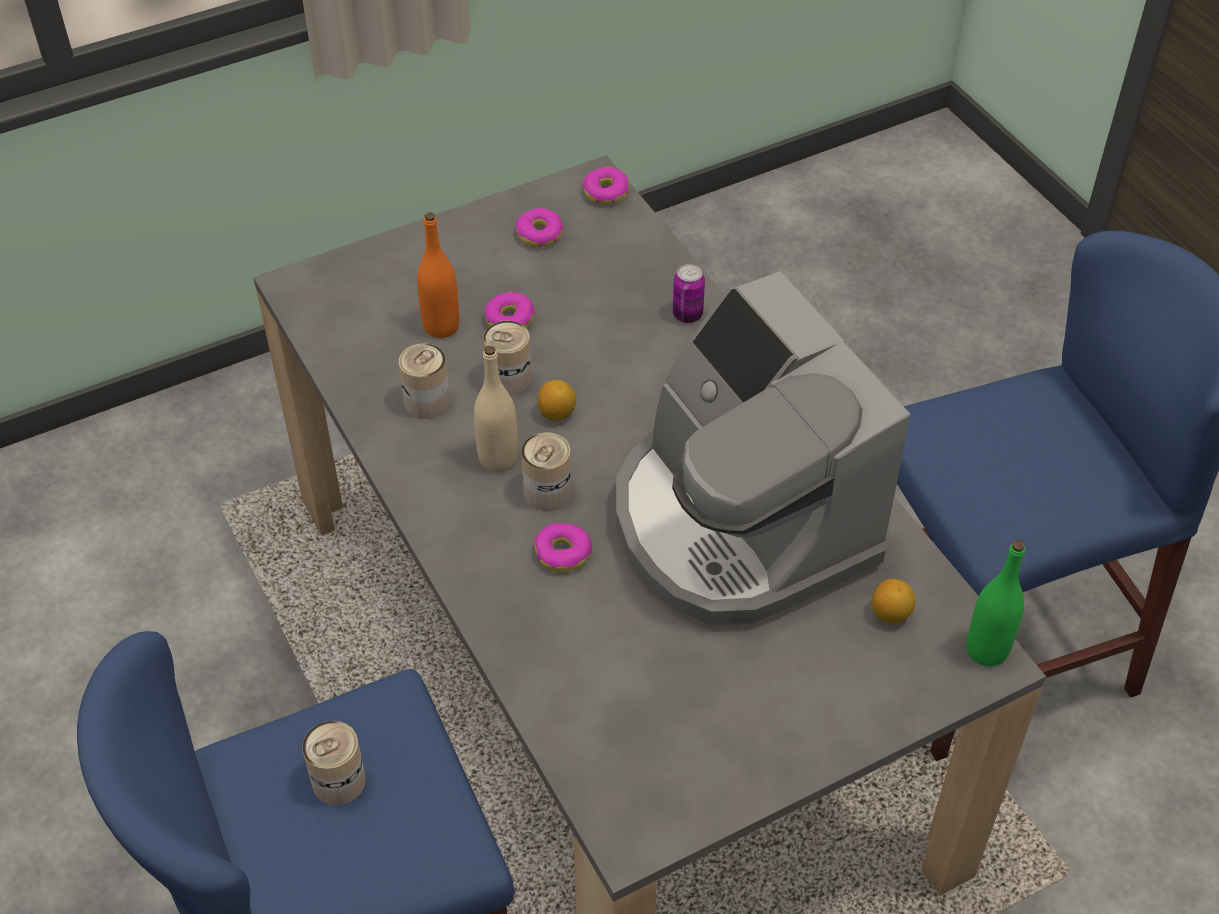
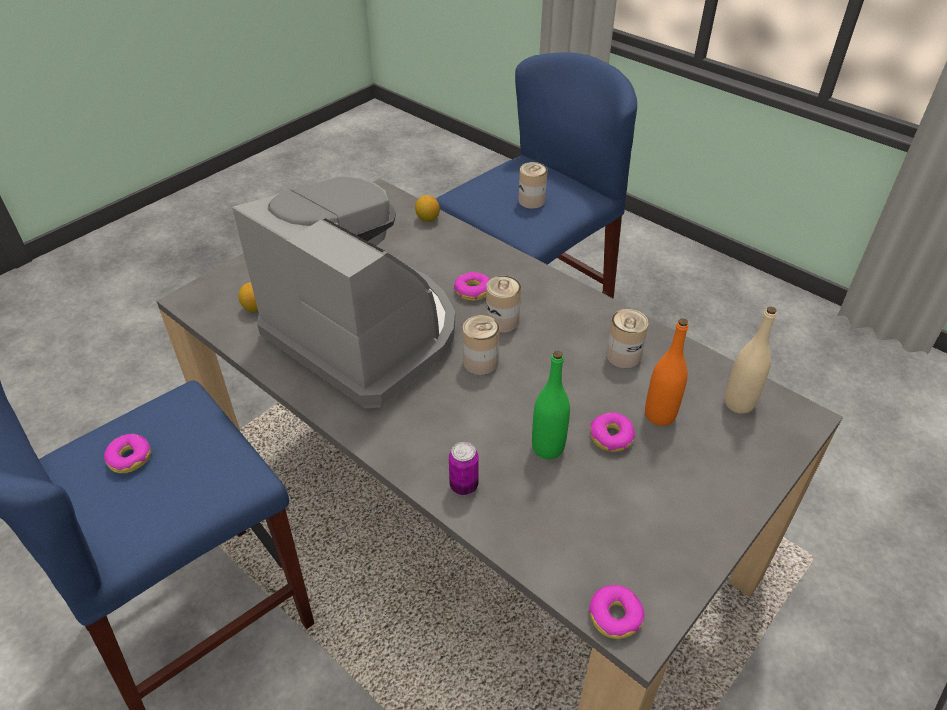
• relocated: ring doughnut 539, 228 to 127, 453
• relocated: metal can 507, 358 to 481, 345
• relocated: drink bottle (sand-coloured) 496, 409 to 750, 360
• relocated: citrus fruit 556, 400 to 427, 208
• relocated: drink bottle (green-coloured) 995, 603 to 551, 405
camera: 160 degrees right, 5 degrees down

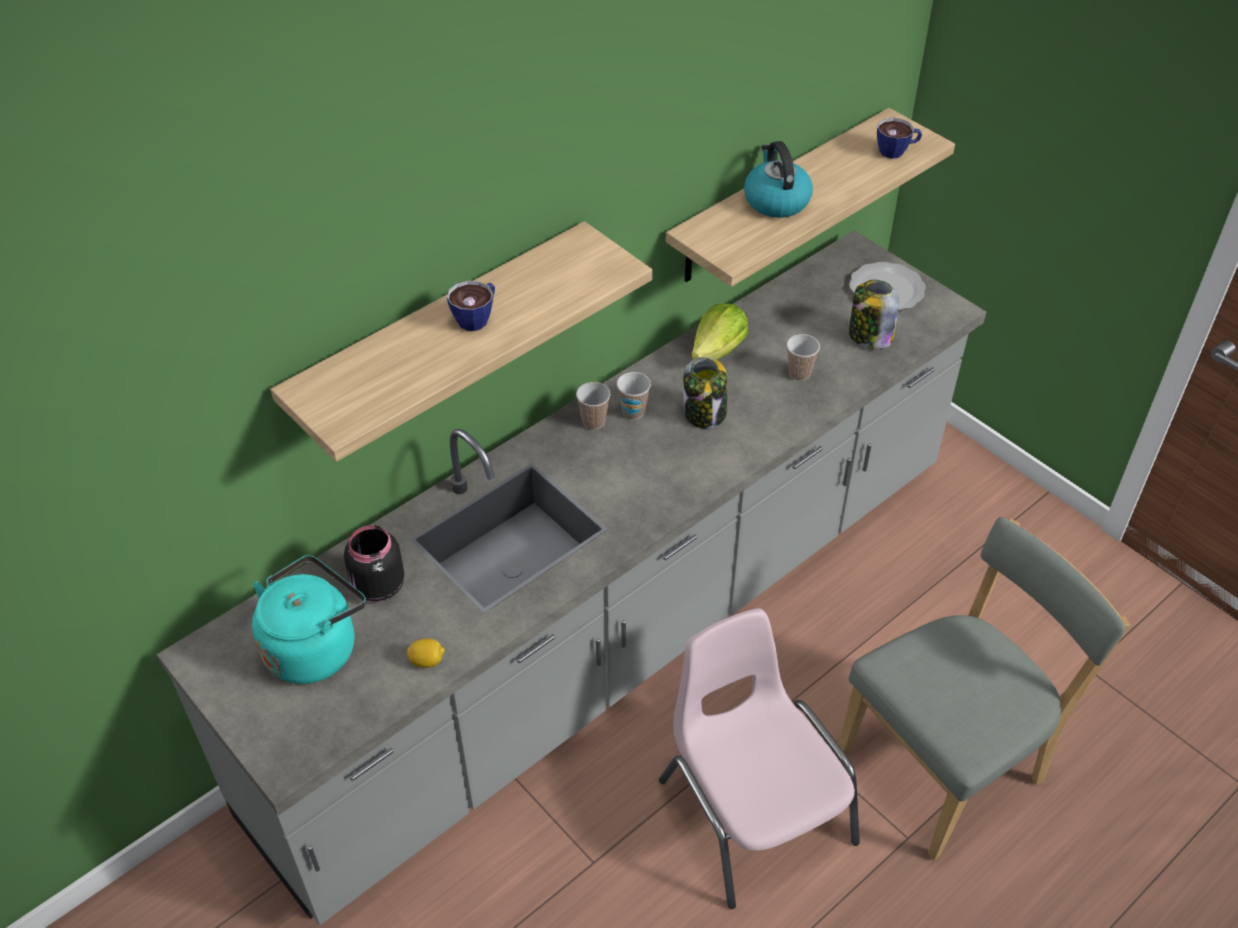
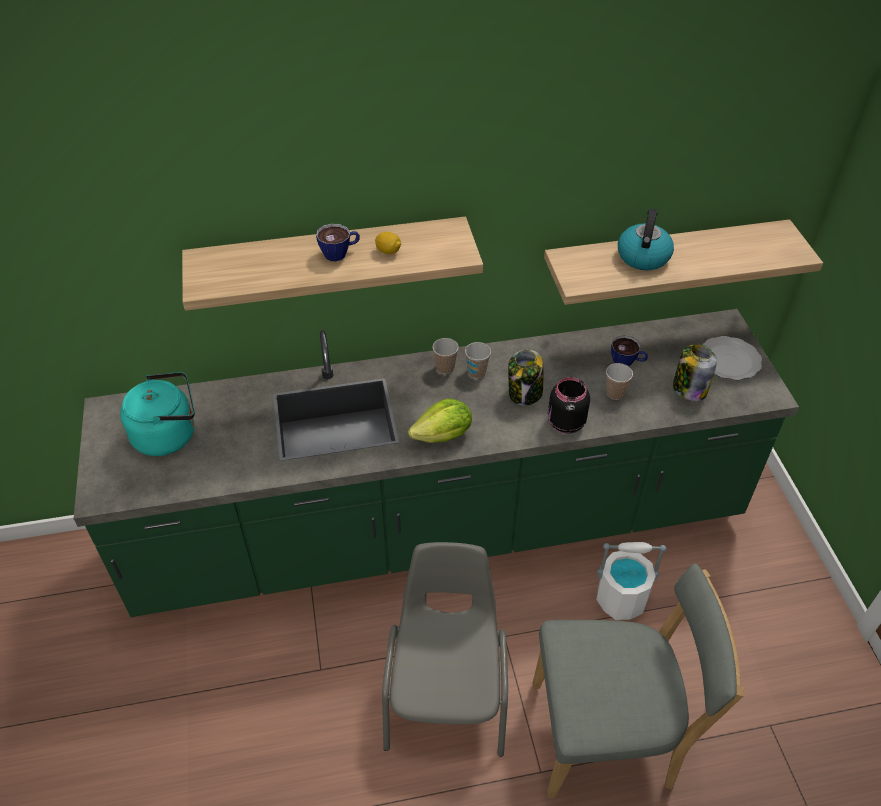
• relocated: drinking cup 899, 138 to 629, 350
• colour: kitchen base unit (grey) 571, 577 to kitchen base unit (green-coloured) 436, 463
• relocated: lettuce head 719, 331 to 440, 420
• relocated: storage jar (blackish) 374, 563 to 569, 405
• colour: chair (pink-coloured) 759, 758 to chair (grey) 445, 649
• relocated: citrus fruit 426, 653 to 388, 243
• appeared: water bucket (white-coloured) 631, 581
camera: 30 degrees right, 0 degrees up

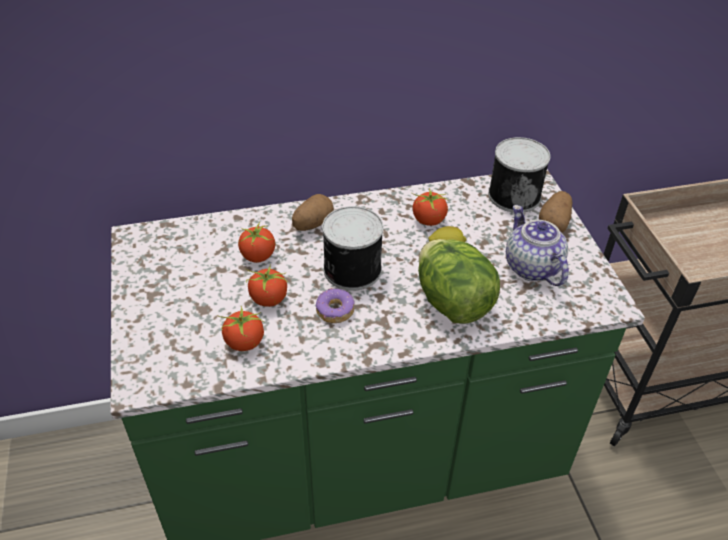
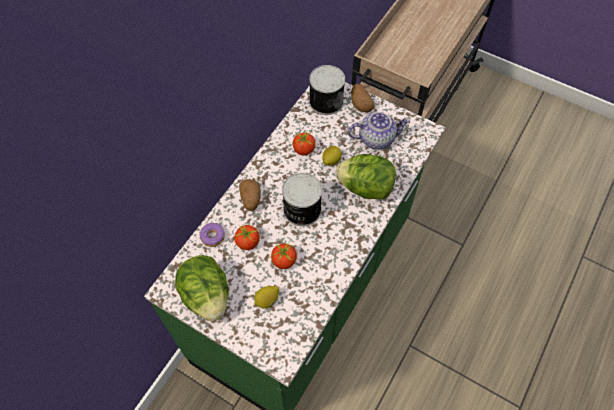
• spun: teapot 537, 245 = 379, 131 150 degrees clockwise
• relocated: ring doughnut 335, 305 to 212, 235
• missing: whole tomato 241, 328
• appeared: lettuce head 201, 288
• appeared: citrus fruit 266, 297
camera: 45 degrees left, 15 degrees up

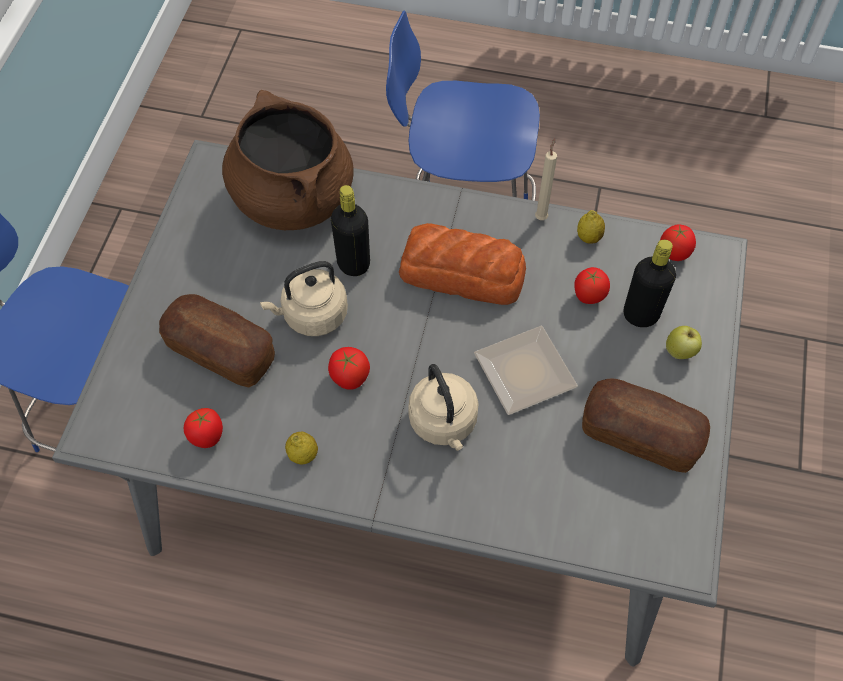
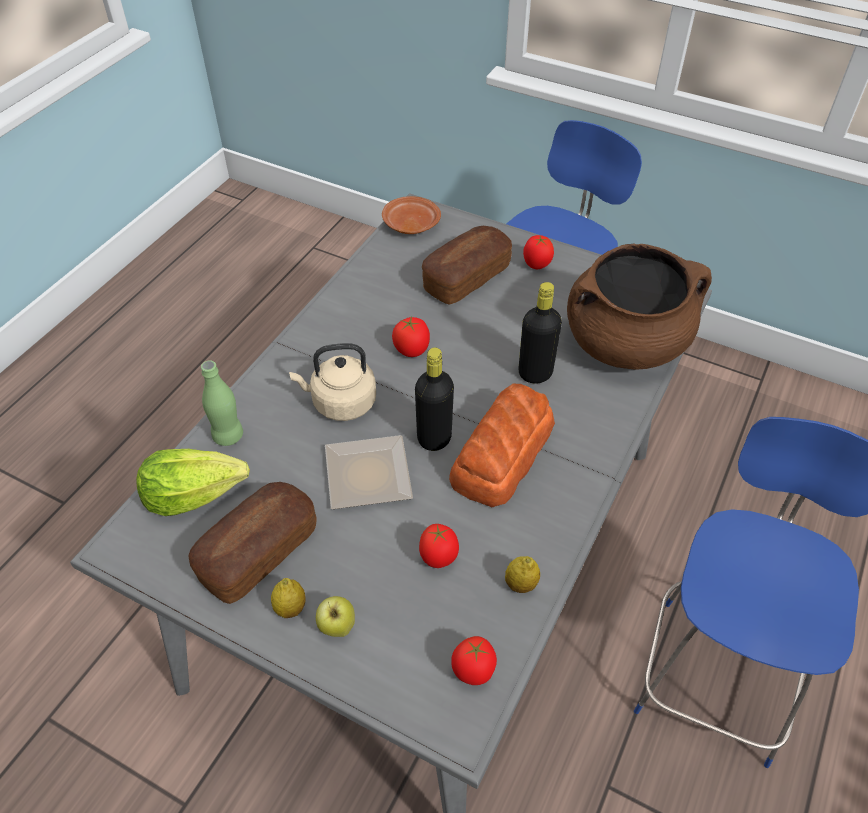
• missing: wax candle (sand-coloured) 546, 179
• relocated: drink bottle (blackish) 650, 283 to 434, 399
• missing: kettle (sand-coloured) 304, 298
• relocated: whole tomato 203, 428 to 538, 252
• relocated: citrus fruit 301, 448 to 288, 598
• appeared: dinner plate (brownish) 411, 215
• appeared: drink bottle (green-coloured) 222, 403
• appeared: lettuce head 193, 482
camera: 105 degrees right, 10 degrees down

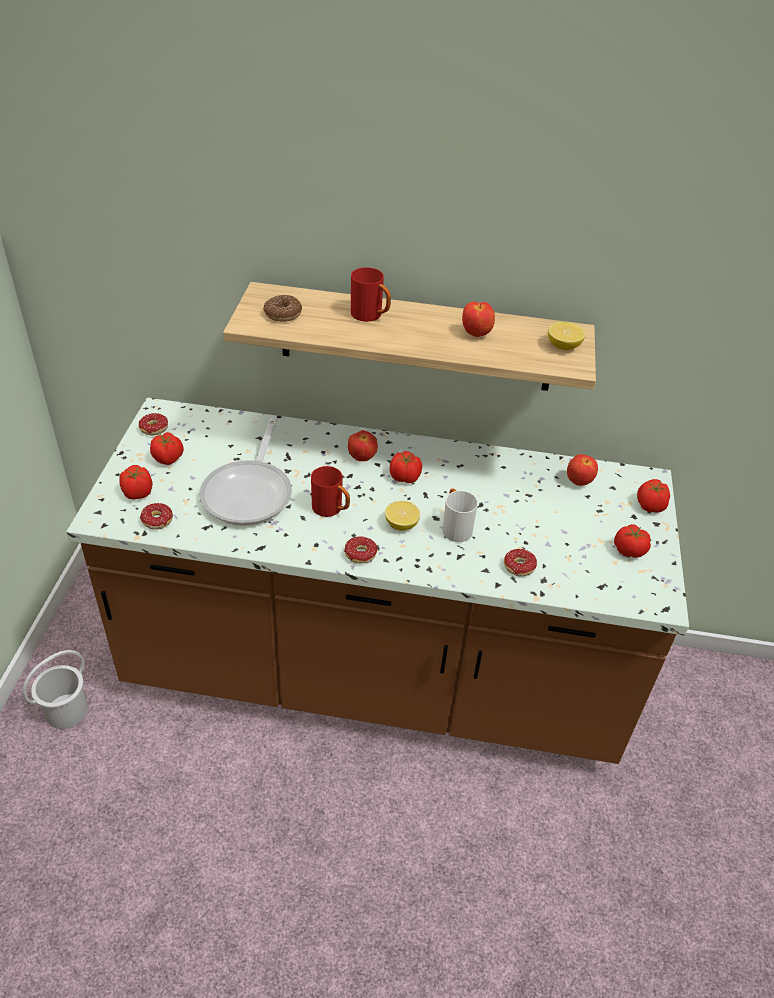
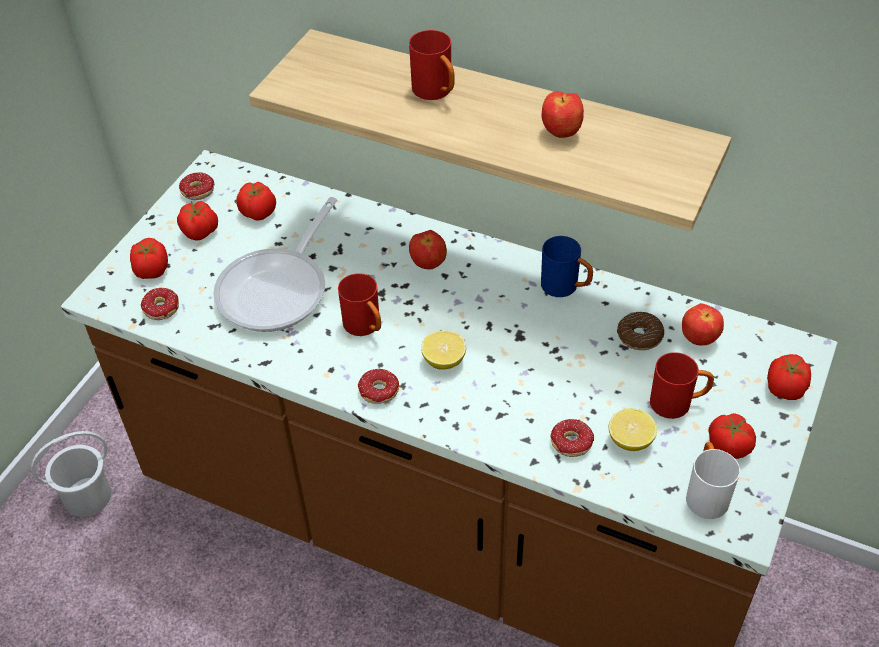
• relocated: ring doughnut 283, 308 to 640, 331
• relocated: citrus fruit 567, 336 to 633, 429
• relocated: whole tomato 406, 467 to 256, 201
• relocated: coffee mug (white-coloured) 460, 515 to 713, 480
• appeared: coffee mug (blue-coloured) 567, 266
• appeared: coffee mug (red) 682, 385
camera: 20 degrees right, 5 degrees up

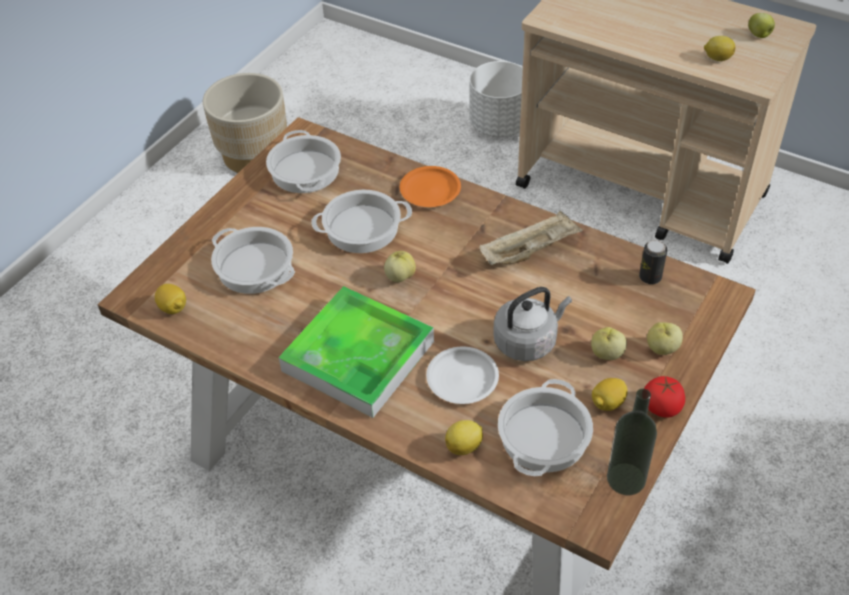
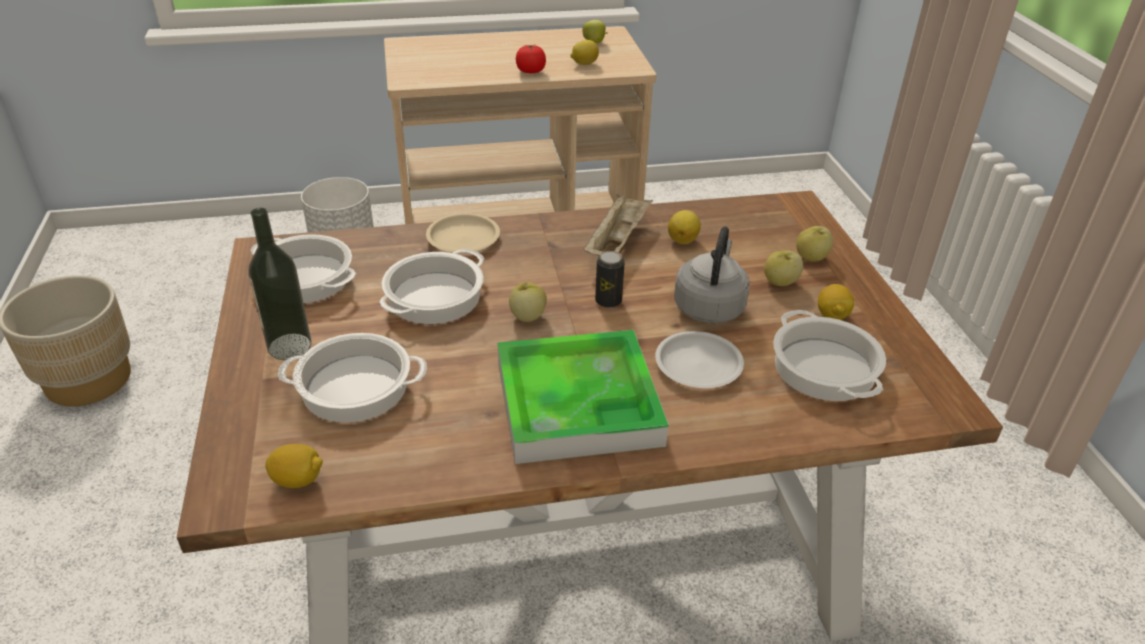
• colour: dinner plate (orange-coloured) 430, 186 to dinner plate (sand-coloured) 463, 233
• relocated: metal can 653, 262 to 610, 279
• relocated: whole tomato 664, 396 to 531, 59
• relocated: drink bottle 632, 442 to 279, 284
• relocated: citrus fruit 464, 437 to 684, 227
camera: 45 degrees left, 10 degrees down

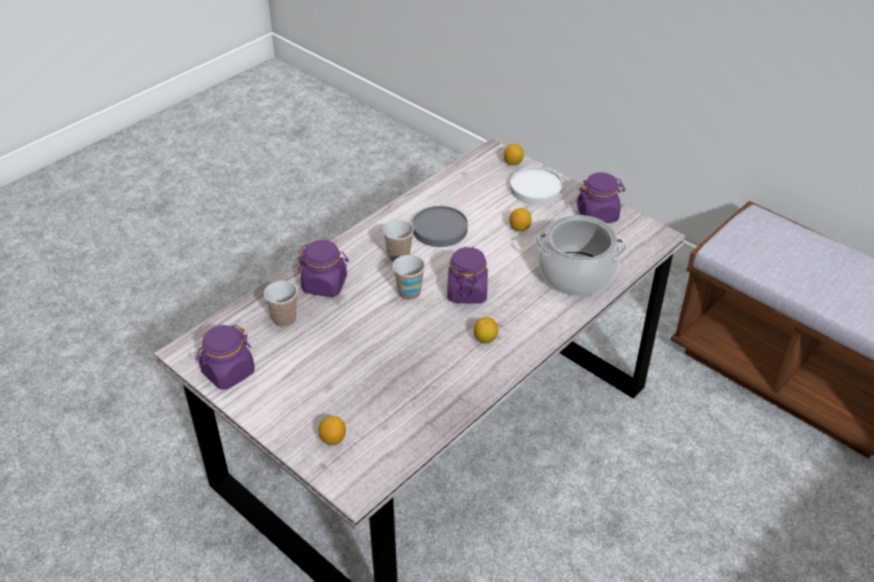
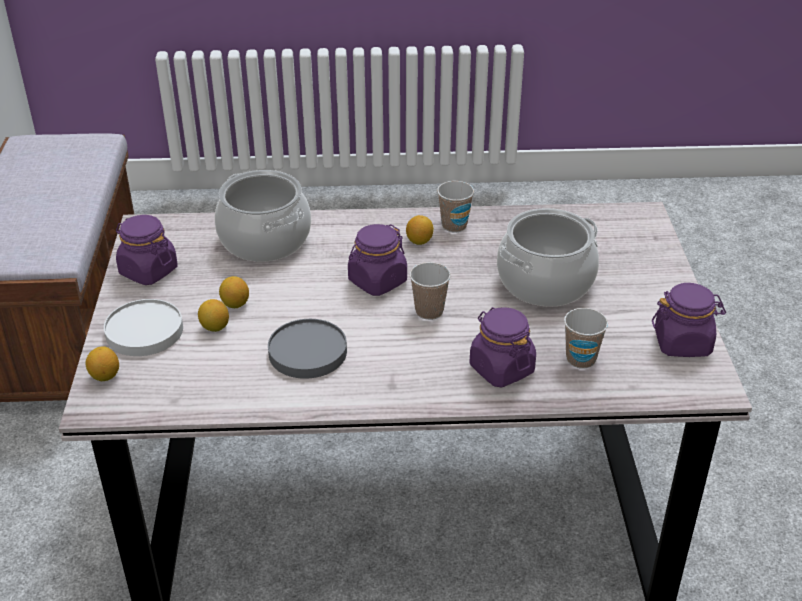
• relocated: drinking cup 398, 240 to 455, 207
• relocated: citrus fruit 332, 430 to 213, 315
• appeared: stockpot 548, 257
camera: 135 degrees left, 5 degrees down

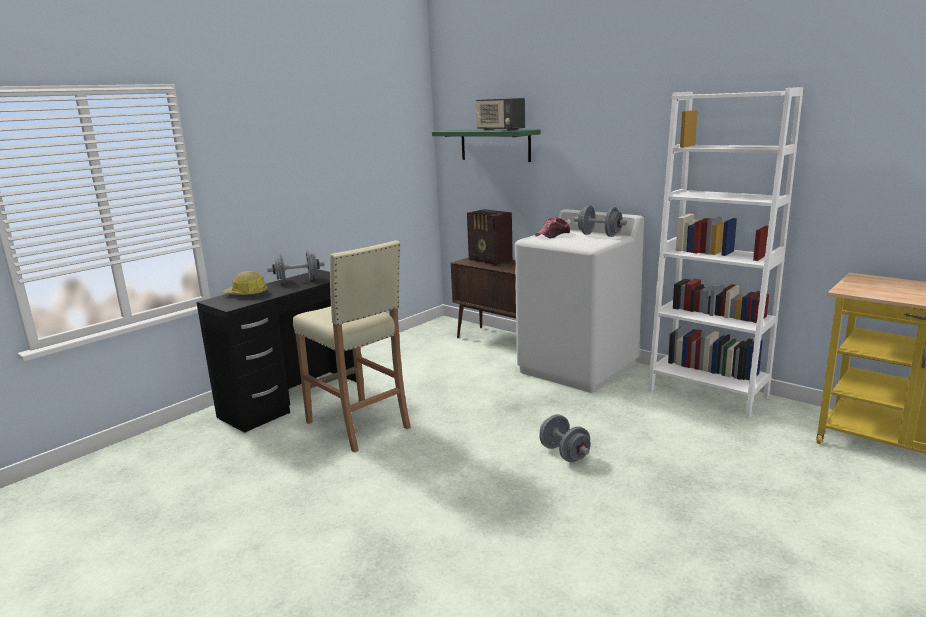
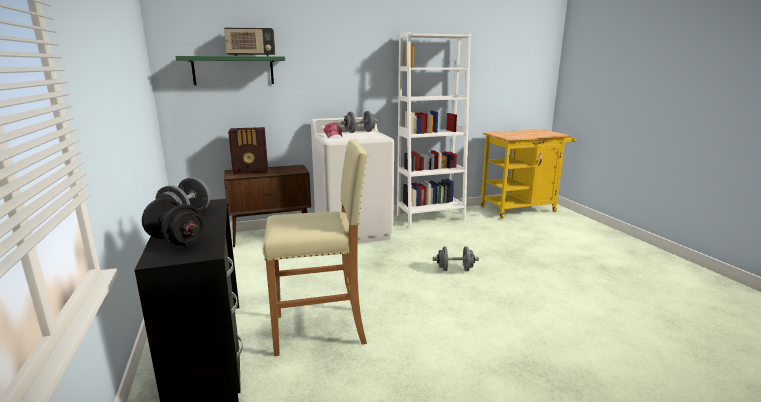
• exchanged: safety helmet 245, 283 to hand weight (blackish) 173, 222
camera: 60 degrees left, 0 degrees up

